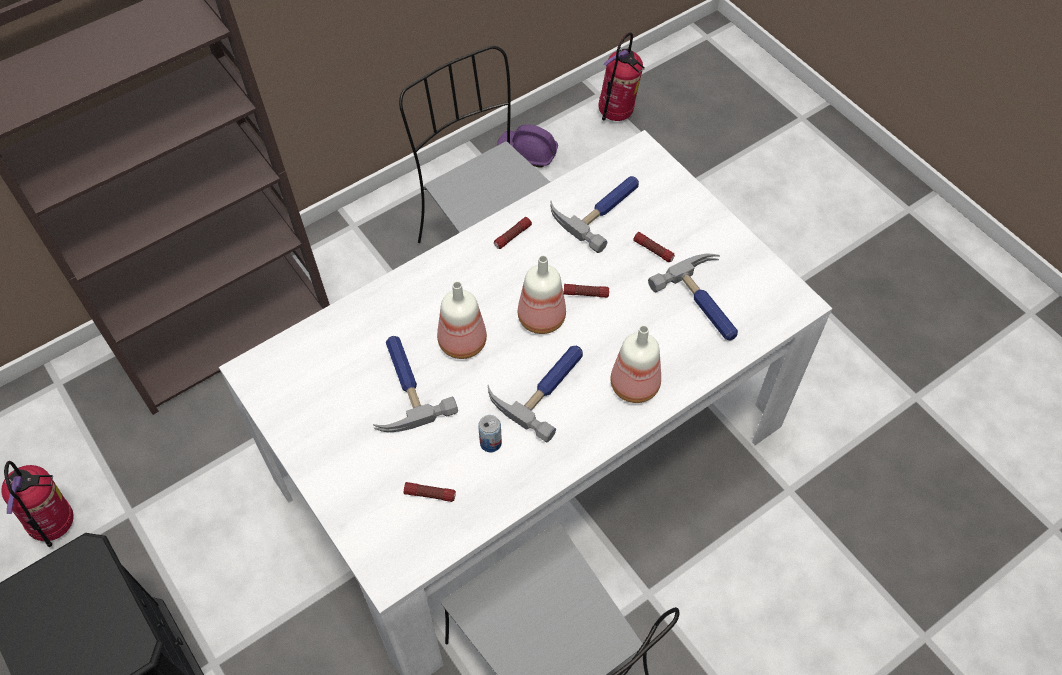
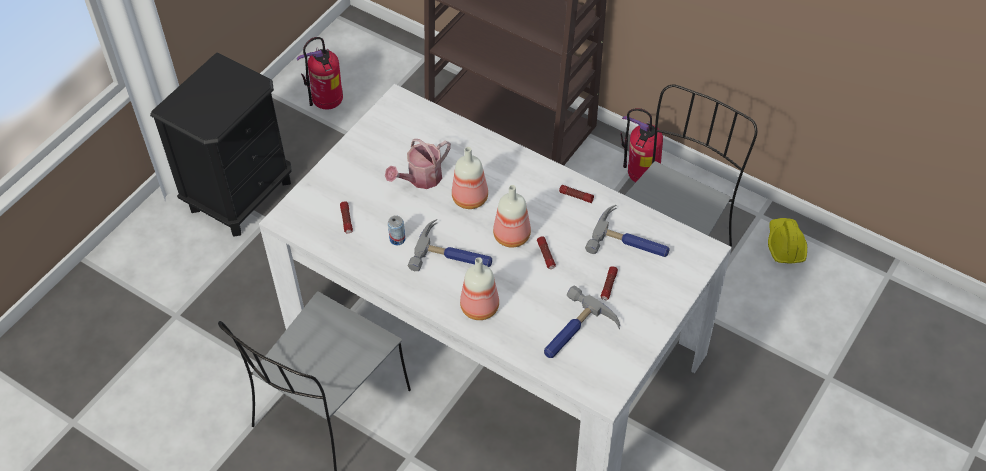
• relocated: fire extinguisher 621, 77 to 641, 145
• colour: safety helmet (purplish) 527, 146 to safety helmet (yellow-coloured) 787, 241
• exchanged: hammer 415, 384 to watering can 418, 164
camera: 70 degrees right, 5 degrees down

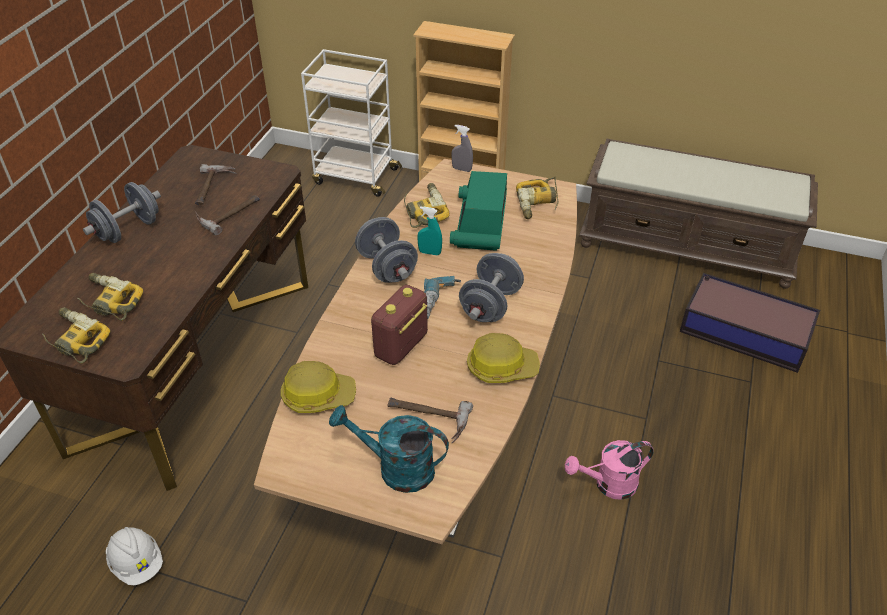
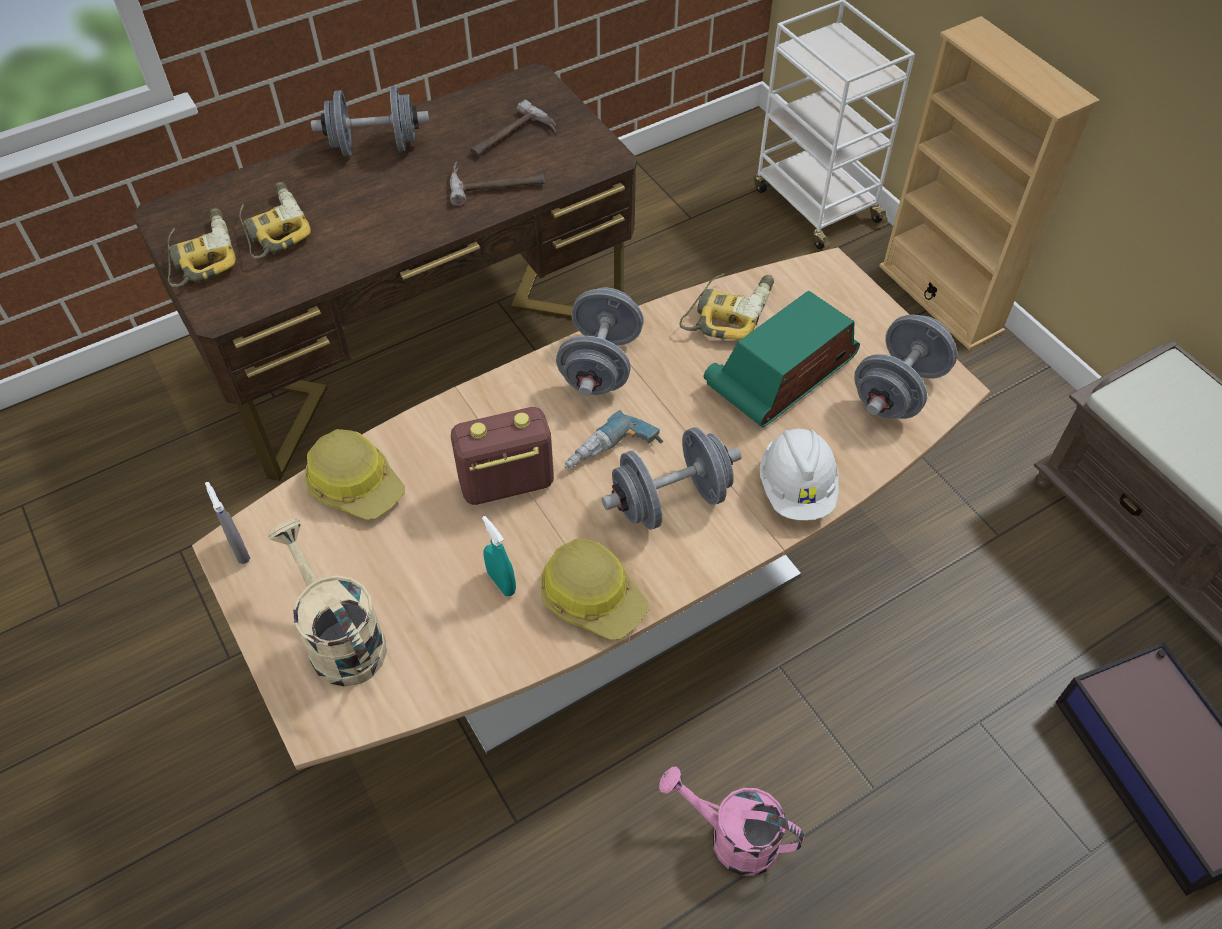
• relocated: hand sprayer (grey) 462, 148 to 227, 523
• exchanged: drill 537, 198 to hand weight (grey) 905, 367
• relocated: hand sprayer (blue-green) 429, 230 to 499, 556
• missing: hammer 430, 421
• colour: watering can (blue-green) 389, 449 to watering can (sand-coloured) 327, 603
• relocated: safety helmet (white-coloured) 134, 556 to 799, 475
camera: 40 degrees right, 10 degrees up

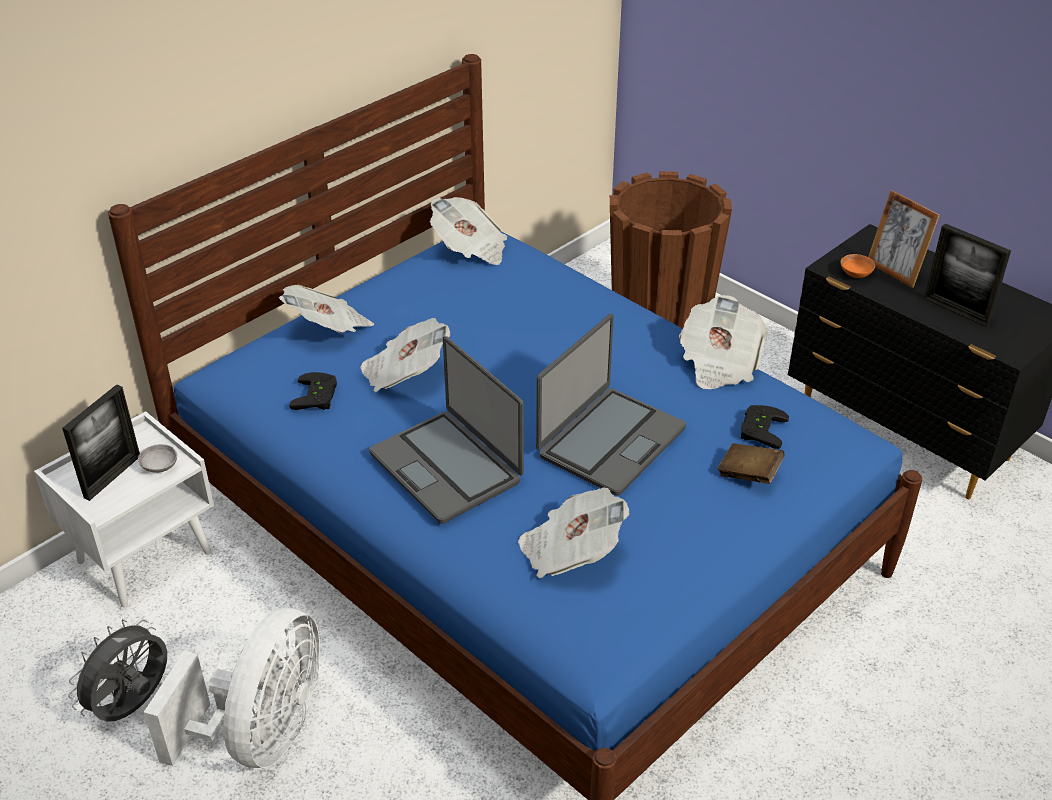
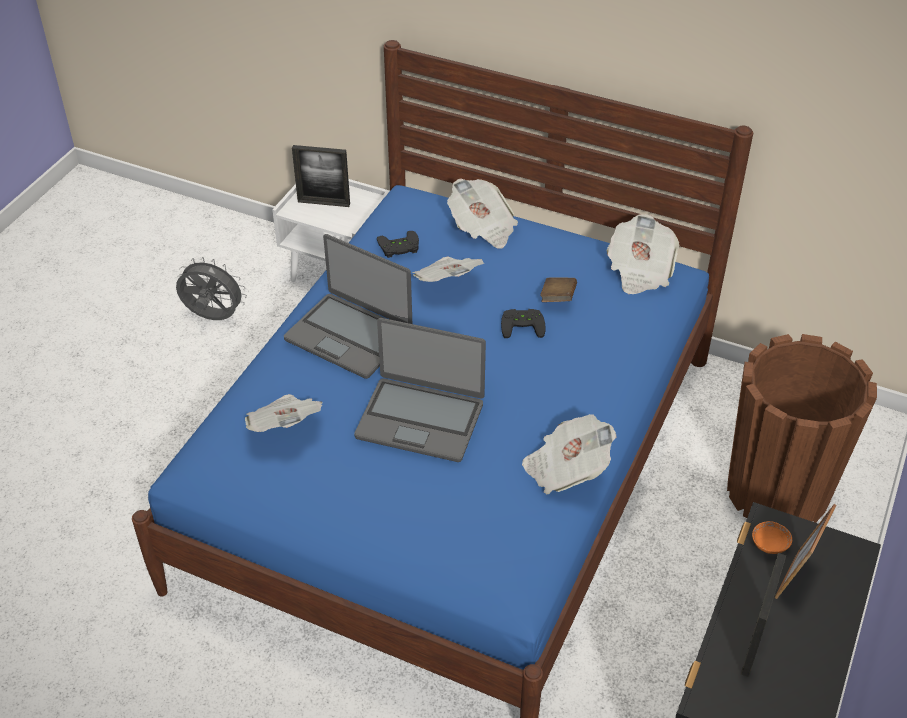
• spun: laptop 446, 430 = 348, 306 90 degrees counterclockwise
• relocated: gamepad (blackish) 765, 427 to 523, 323
• relocated: volume (brownish) 751, 463 to 558, 290
• missing: bowl (grey) 157, 458
• missing: electric fan (white-coloured) 232, 688
camera: 70 degrees right, 5 degrees up

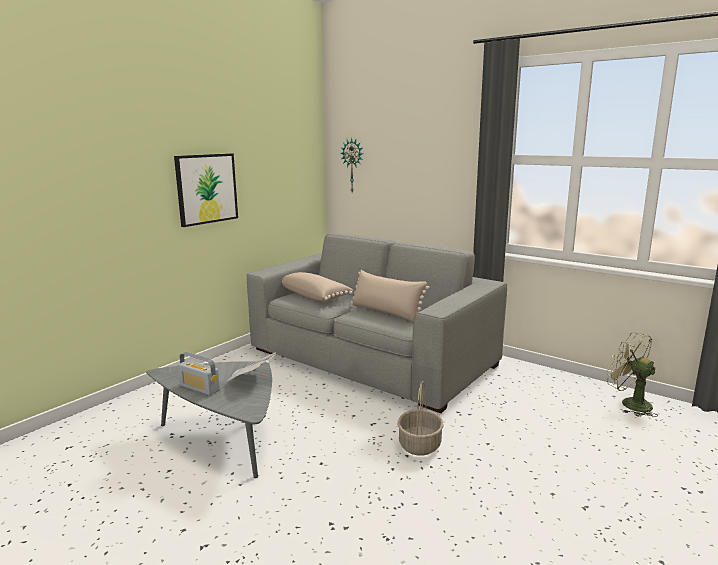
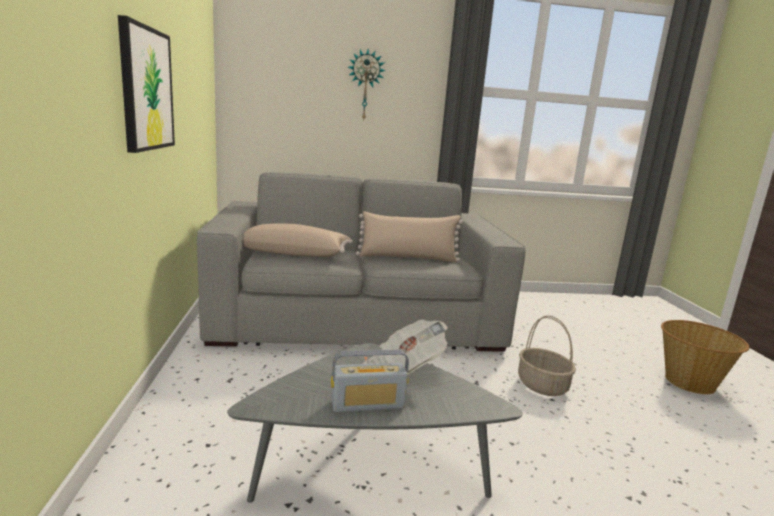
• relocated: clock on the wall 351, 165 to 367, 85
• missing: electric fan (green-coloured) 632, 374
• appeared: household basket 705, 357
camera: 45 degrees left, 0 degrees up

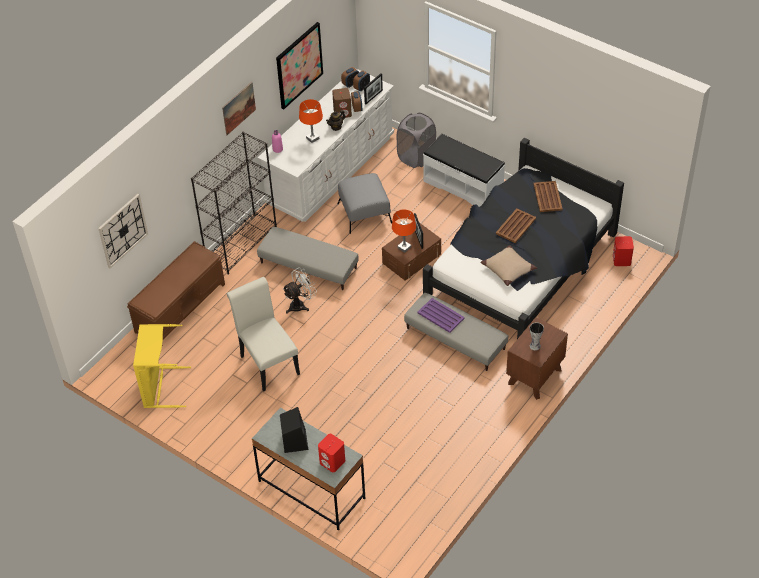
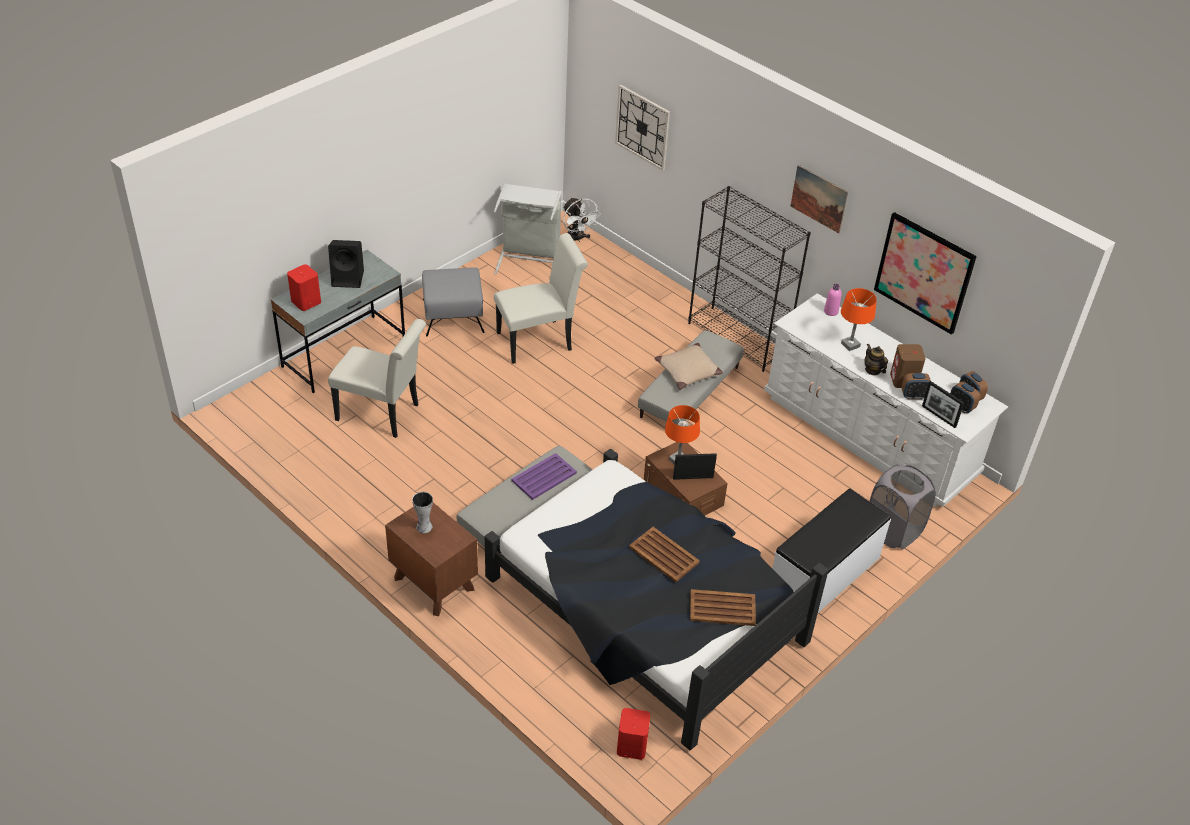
• relocated: footrest (grey) 364, 203 to 453, 301
• missing: indoor bench (brownish) 176, 290
• relocated: pillow (sand-coloured) 508, 265 to 688, 366
• relocated: electric fan (white-coloured) 299, 290 to 582, 219
• colour: hamper (yellow-coloured) 162, 366 to hamper (grey) 528, 232
• appeared: chair (white-coloured) 377, 378
camera: 95 degrees right, 5 degrees down

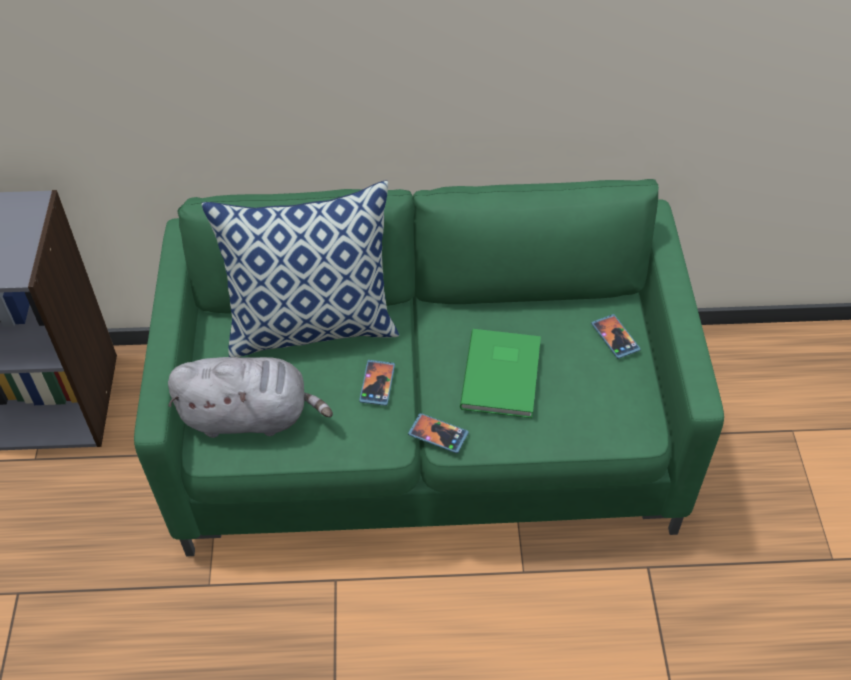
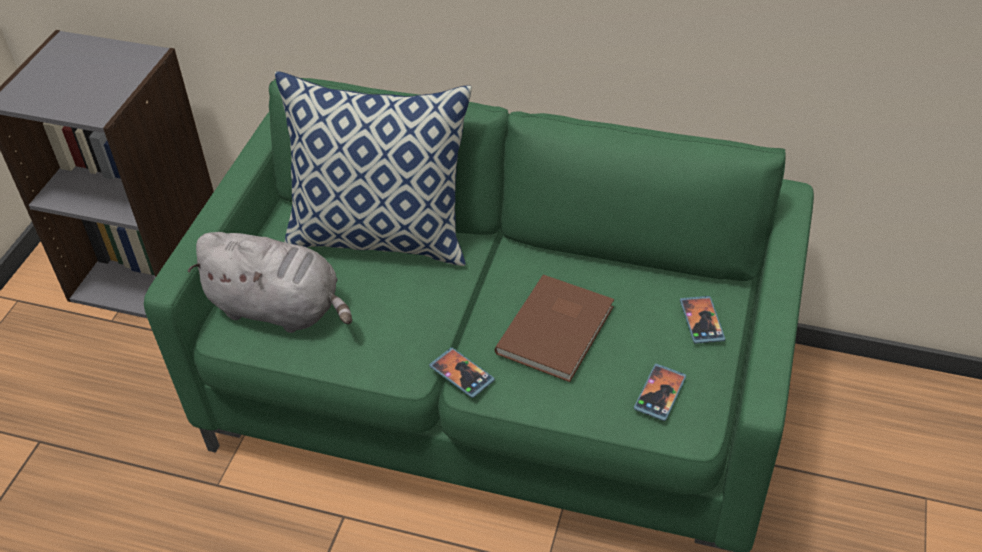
• colour: volume (green-coloured) 500, 373 to volume (brownish) 554, 328
• relocated: phone 377, 383 to 660, 392
camera: 20 degrees right, 5 degrees down

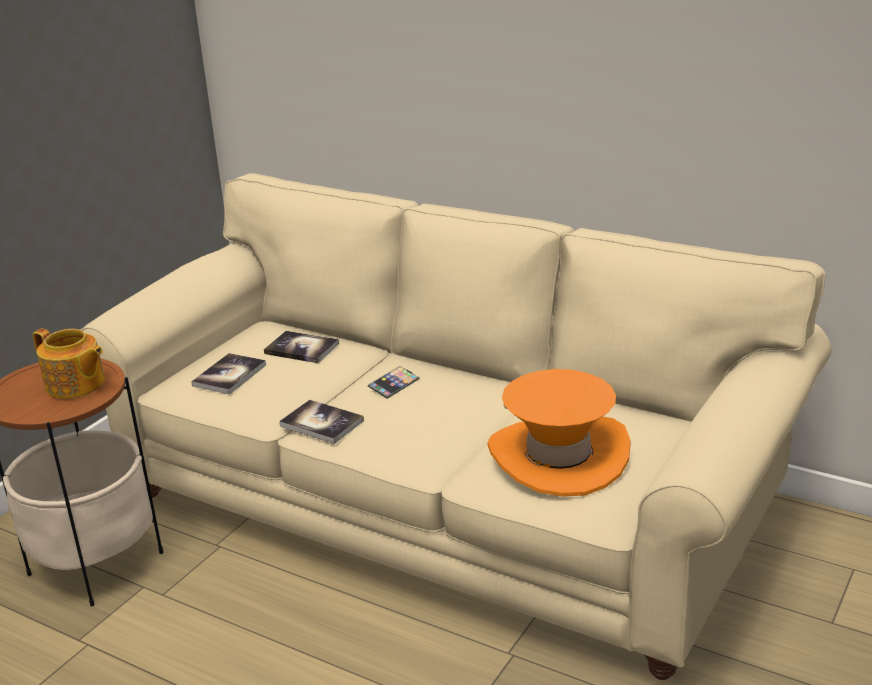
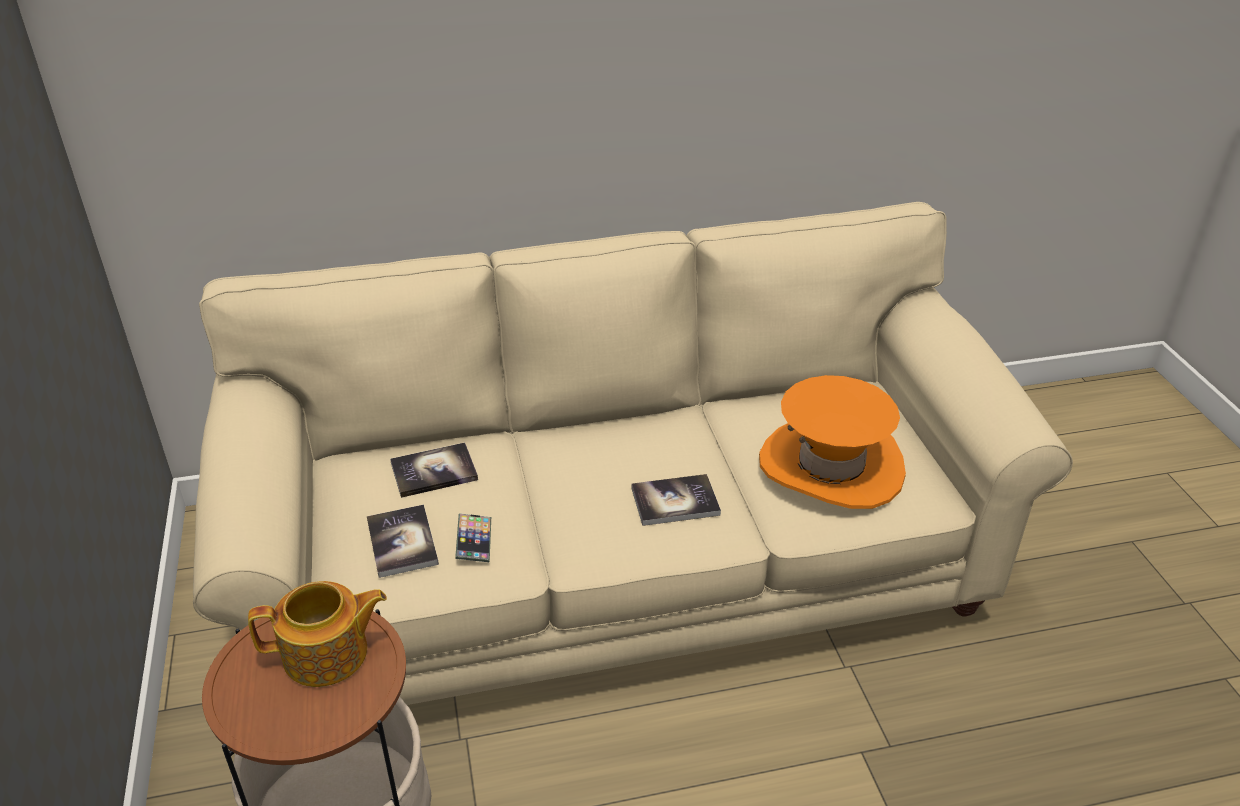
• relocated: phone 394, 382 to 473, 537
• relocated: volume 321, 422 to 676, 500
camera: 45 degrees left, 10 degrees up

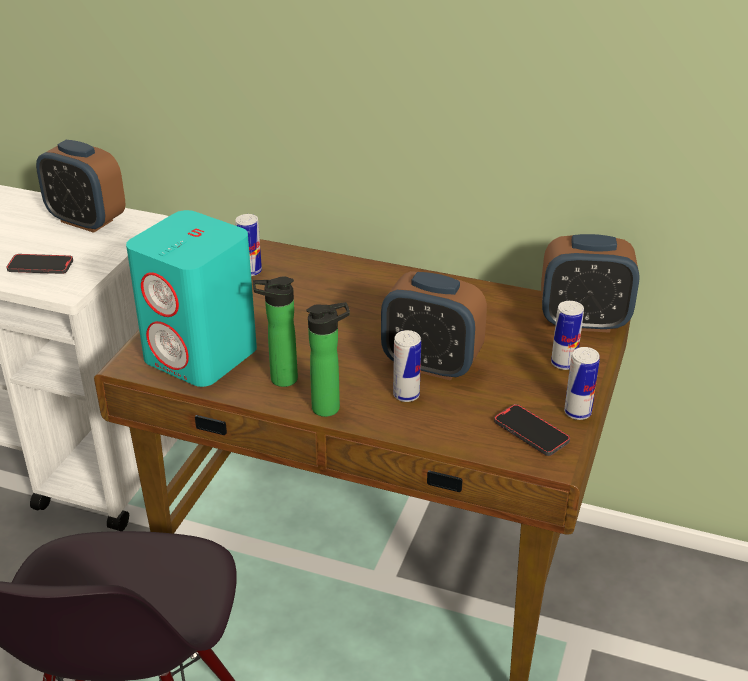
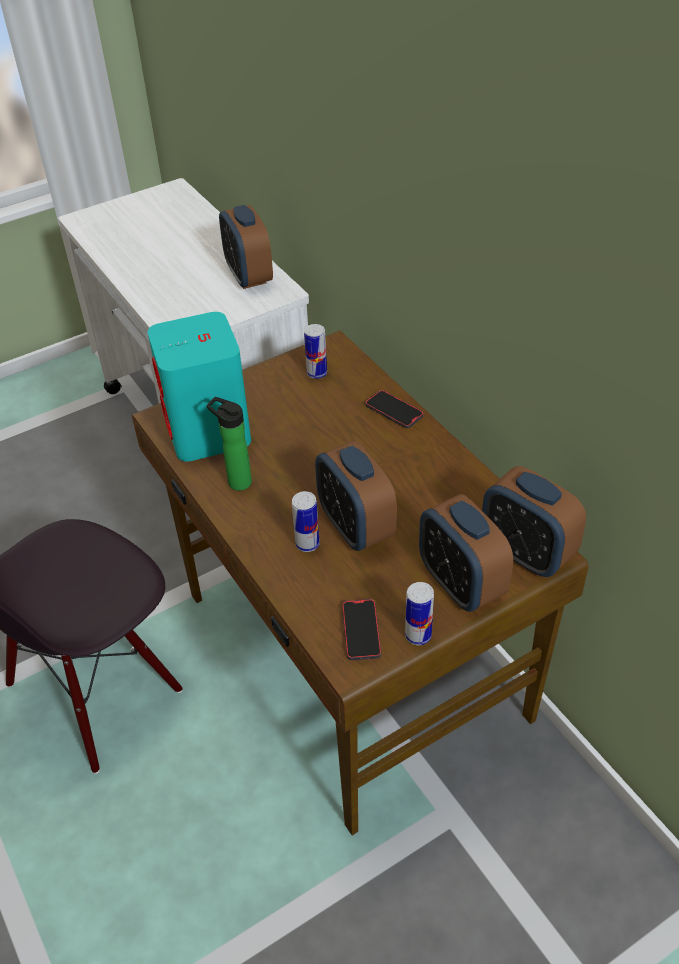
• relocated: phone 39, 264 to 394, 409
• exchanged: metal can 567, 335 to table clock 466, 553
• missing: drink bottle 328, 359
camera: 40 degrees right, 10 degrees up

